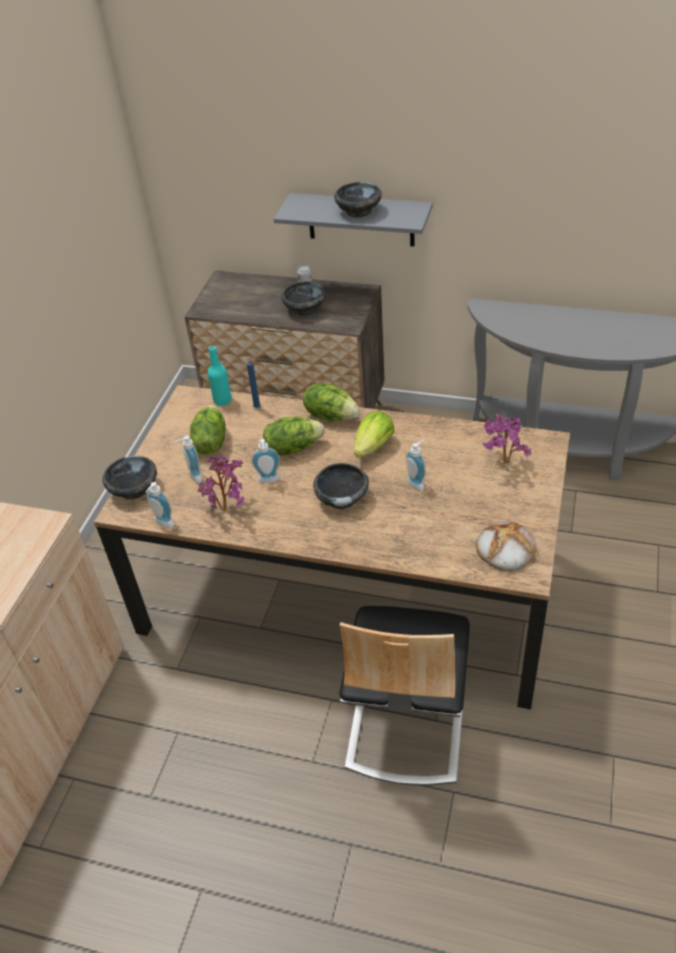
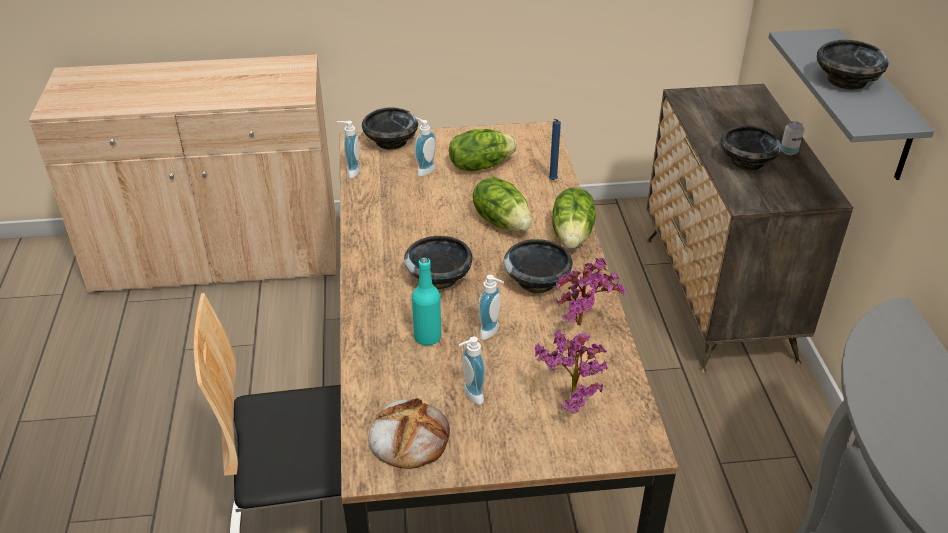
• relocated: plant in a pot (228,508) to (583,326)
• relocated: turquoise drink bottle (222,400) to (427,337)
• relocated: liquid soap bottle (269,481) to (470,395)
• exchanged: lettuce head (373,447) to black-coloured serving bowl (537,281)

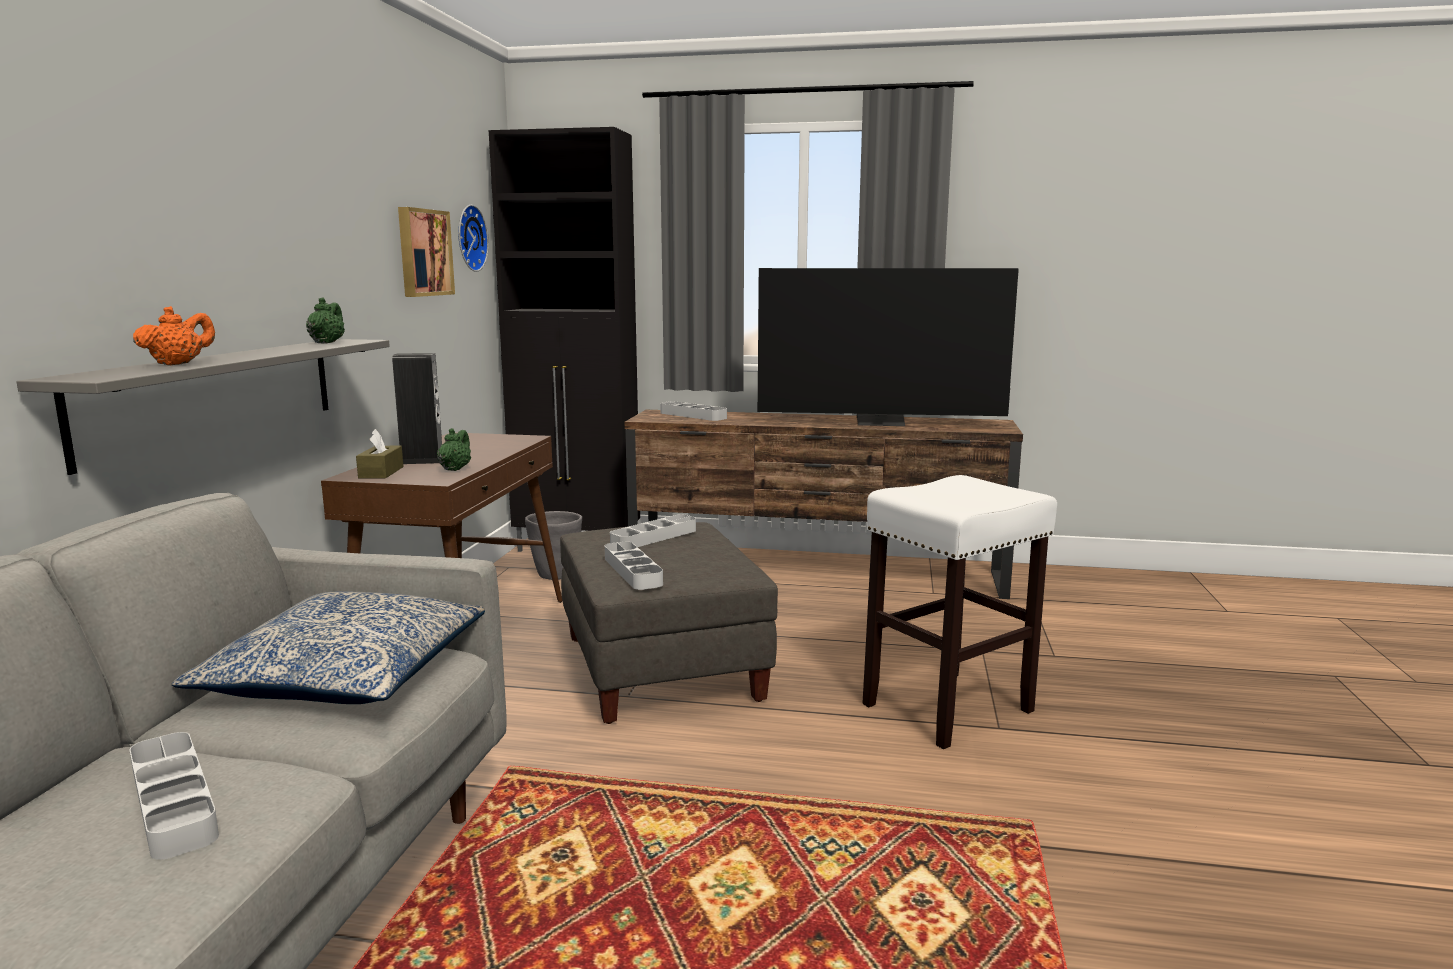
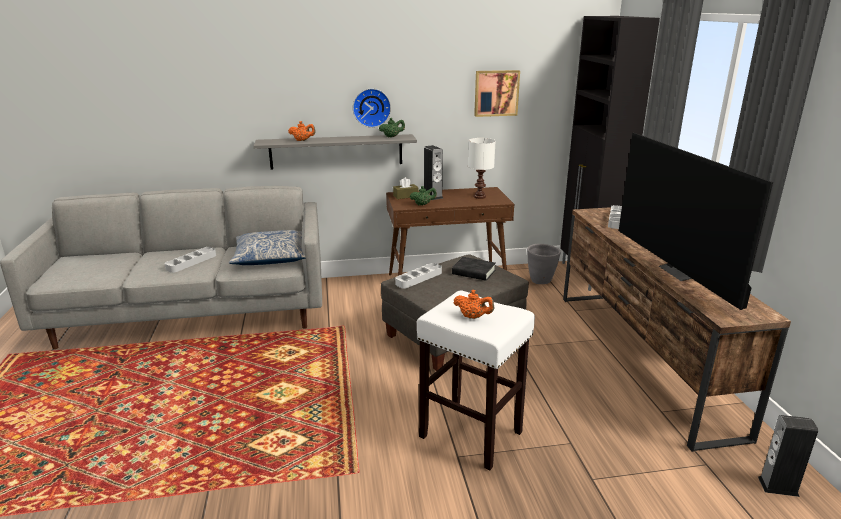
• appeared: orange tea pot (473,317)
• appeared: white table lamp (480,197)
• appeared: audio speaker (778,486)
• relocated: wall clock (468,238) to (371,107)
• exchanged: greyish carrying tray (654,537) to black-coloured bound book (473,272)

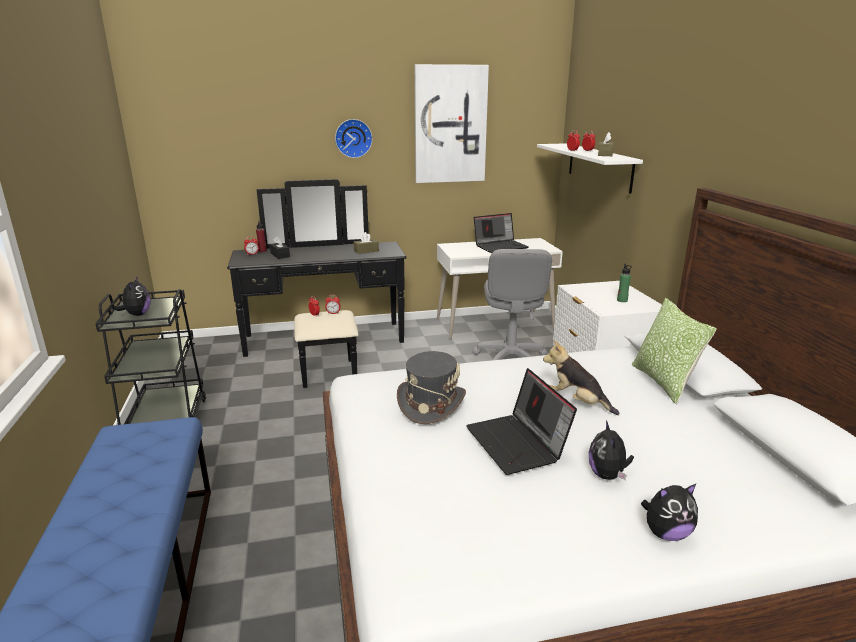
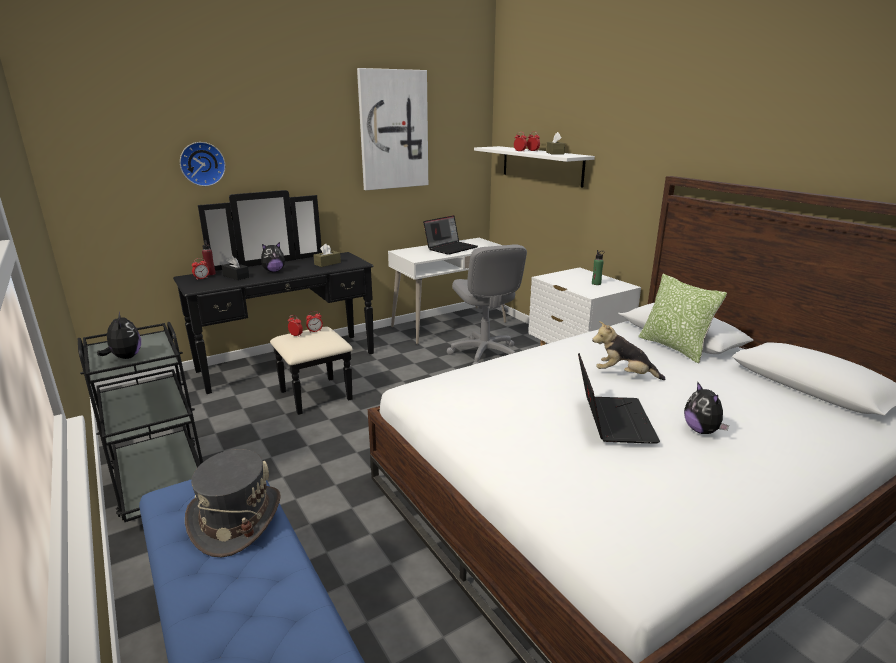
• relocated: wall clock (353,138) to (202,164)
• relocated: greyish clothing hat (431,404) to (236,519)
• relocated: cuddly toy (666,533) to (274,271)
• spun: laptop (518,444) = (612,419) 135 degrees counterclockwise

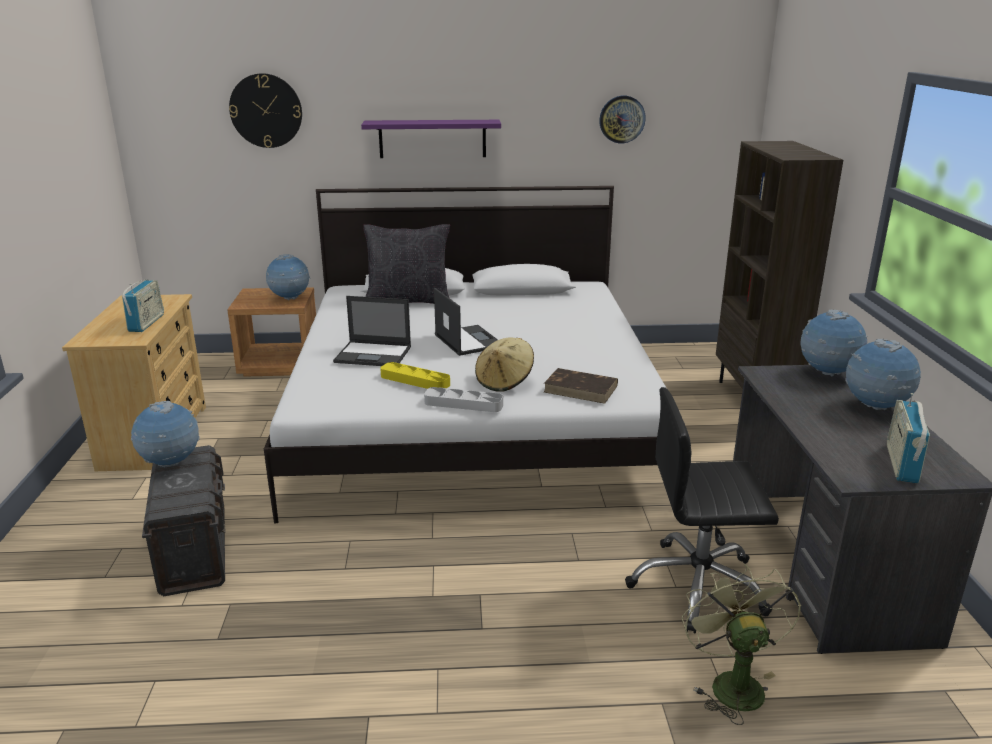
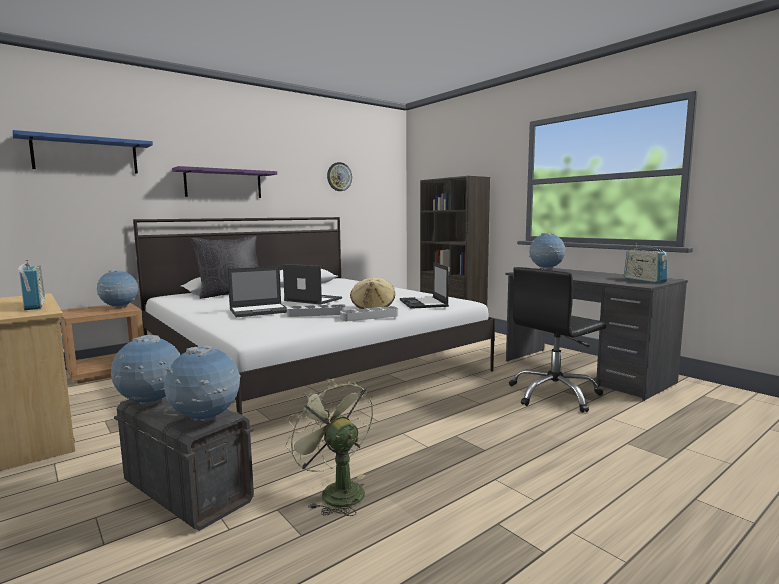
• relocated: greenish fan (731,683) to (335,491)
• relocated: globe (875,408) to (206,420)
• exchanged: wall clock (266,111) to bluish bracket shelf (86,155)
• exchanged: brownish bound book (581,389) to laptop (423,303)
• colour: yellow carrying tray (415,380) to greyish carrying tray (316,314)

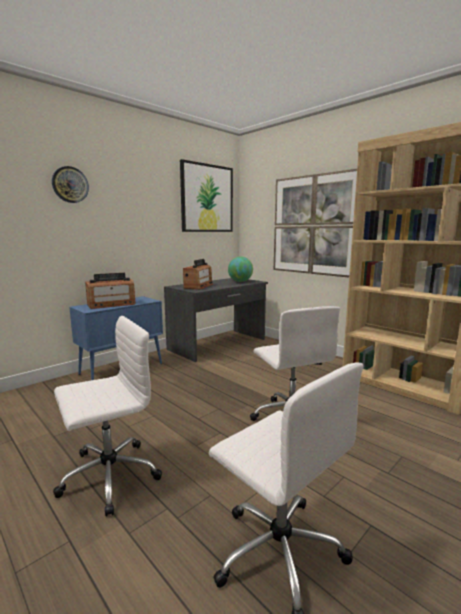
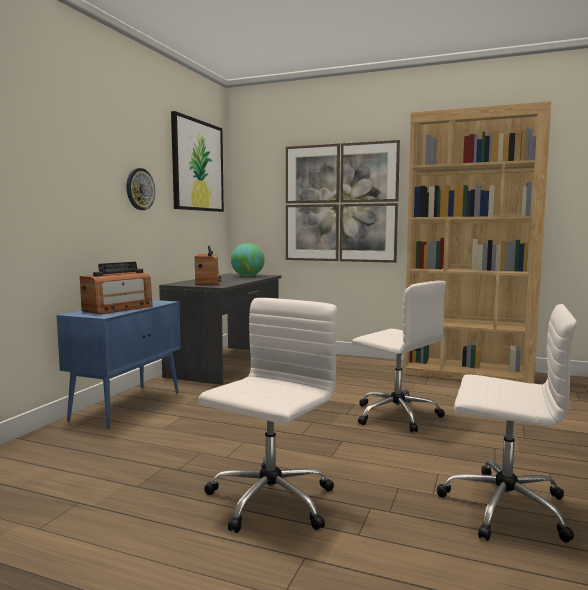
• relocated: wall clock (70,184) to (140,189)

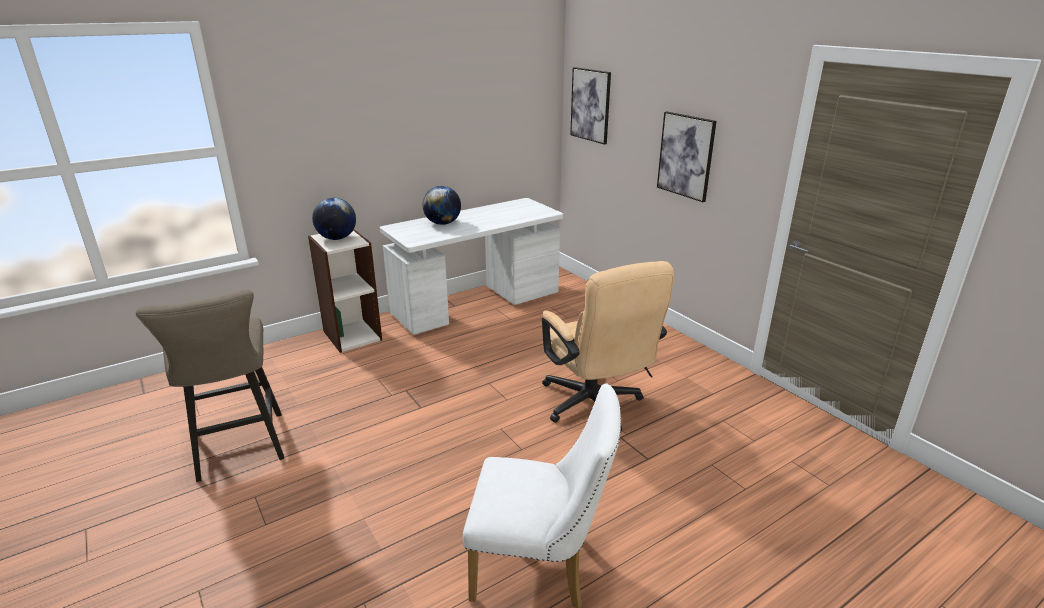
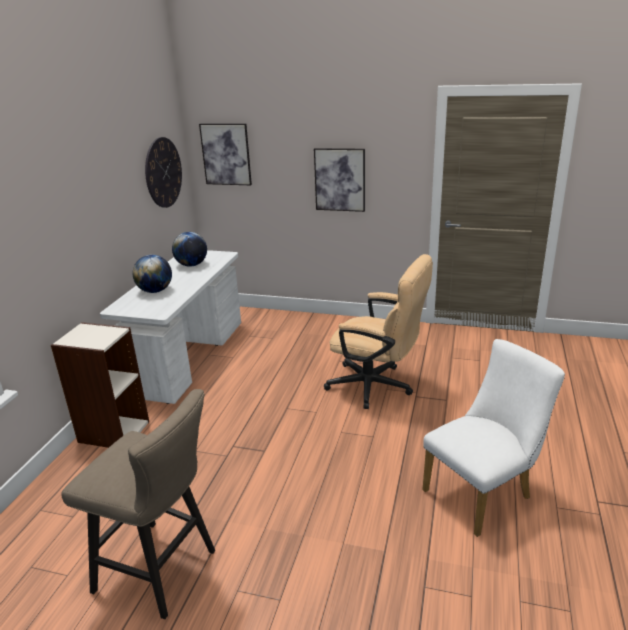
• appeared: wall clock (163,172)
• relocated: globe (337,238) to (191,265)

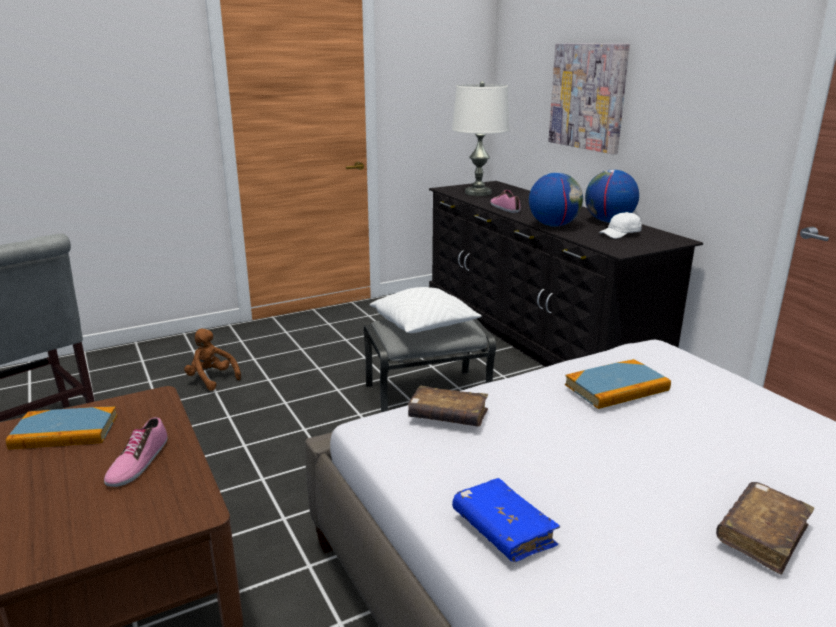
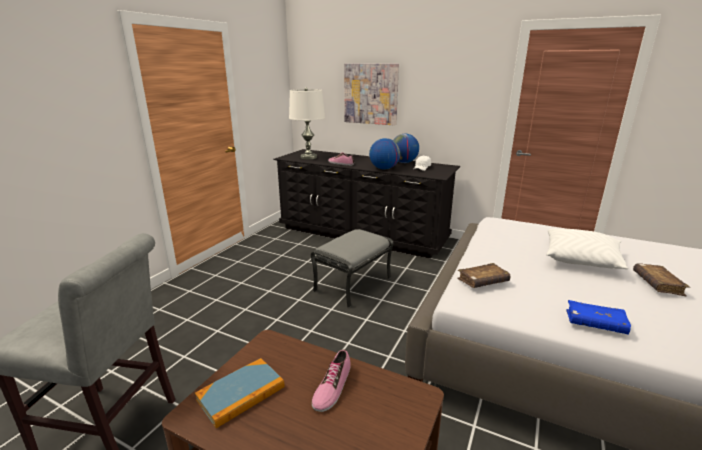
• missing: brownish cuddly toy (211,379)
• missing: bound book (616,388)
• relocated: white cushion (424,325) to (581,259)
• spun: low shoe (138,462) = (332,387) 45 degrees clockwise

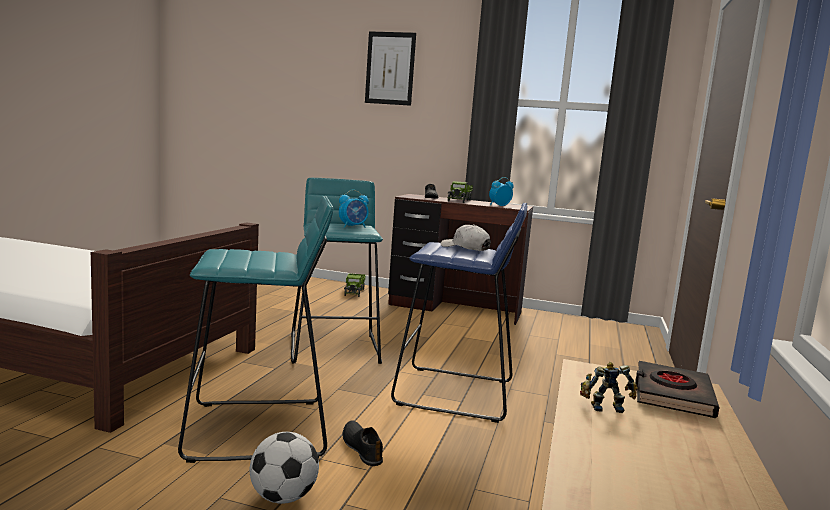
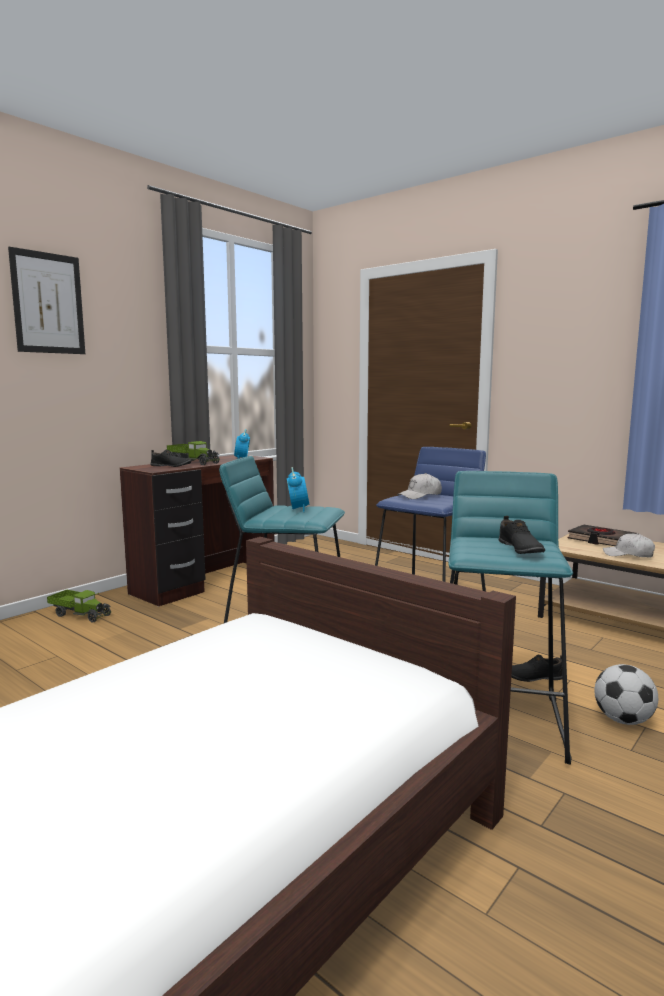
• appeared: black-coloured low shoe (519,549)
• exchanged: model robot (605,406) to white cap (628,555)

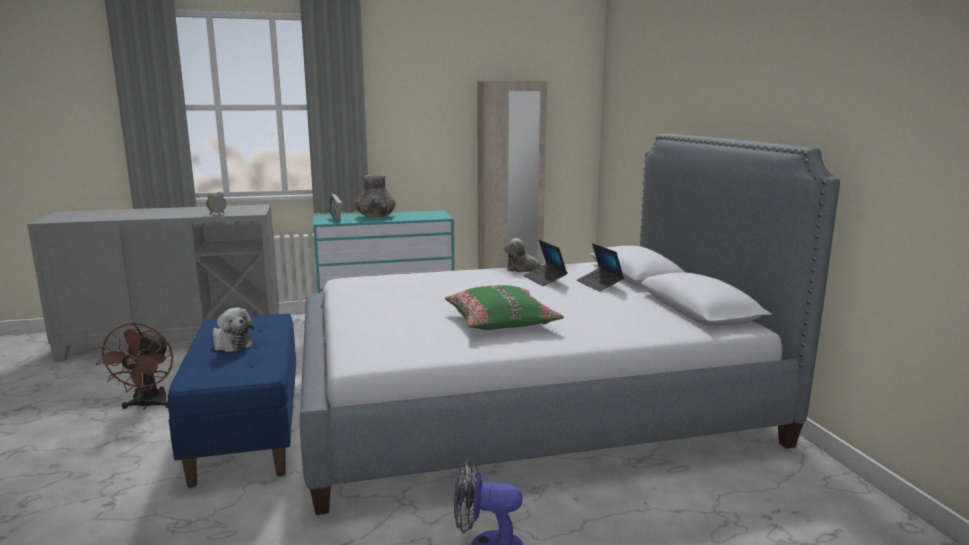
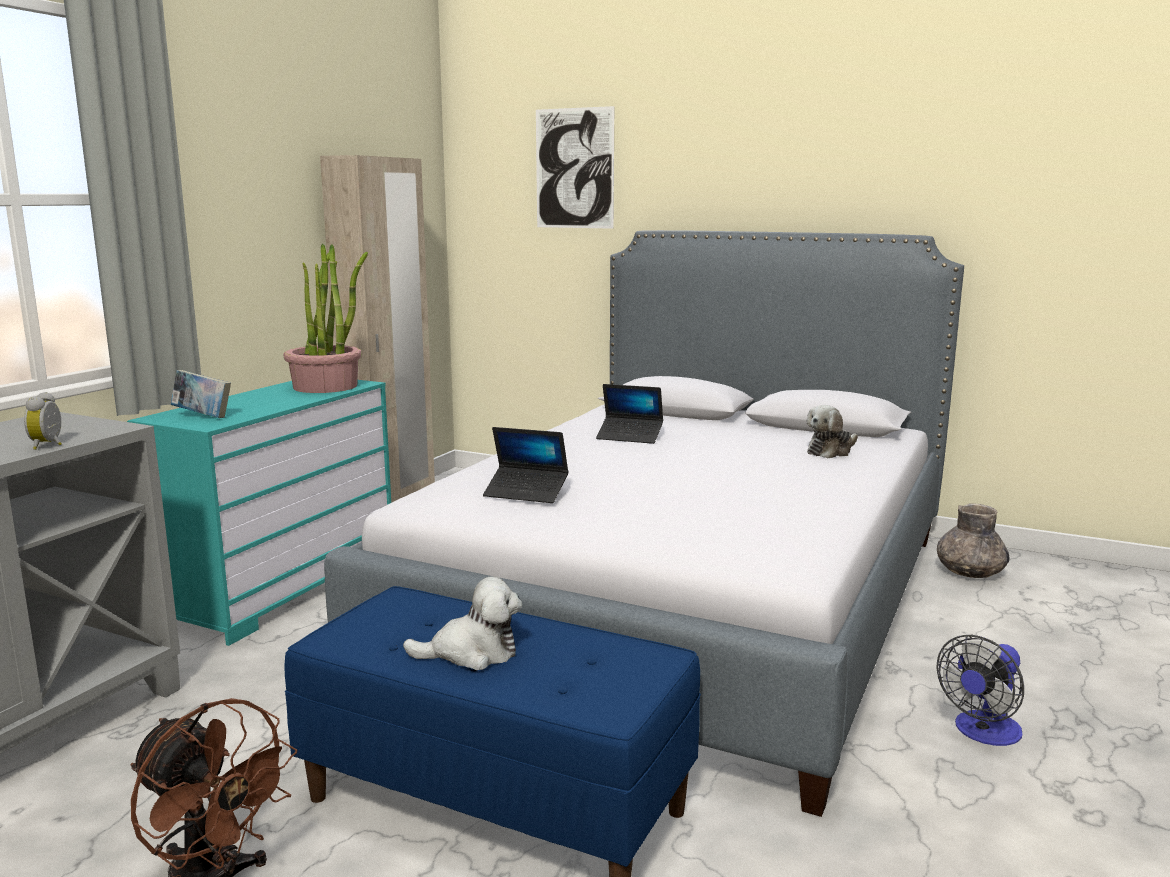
• missing: greenish cushion (501,321)
• appeared: plant in a pot (326,386)
• appeared: wall picture (574,168)
• relocated: greyish flower vase (375,216) to (969,573)
• relocated: cuddly toy (524,269) to (831,451)
• relocated: laptop (599,284) to (526,492)

